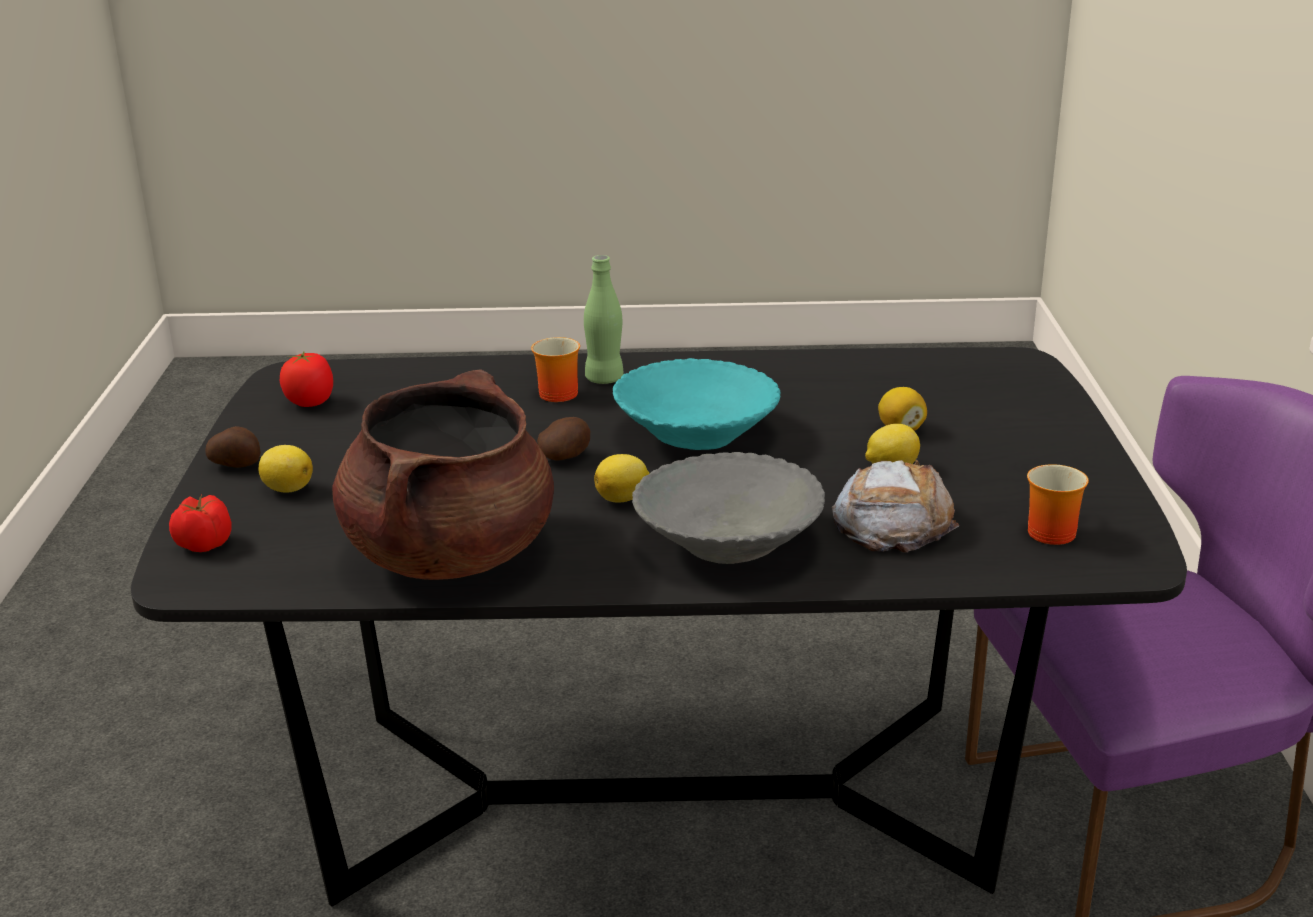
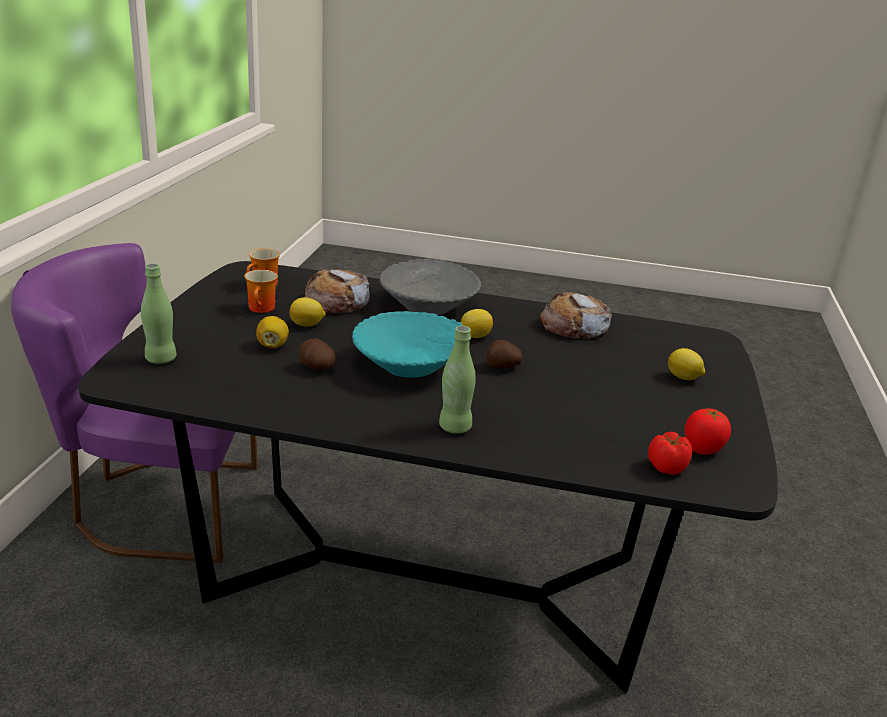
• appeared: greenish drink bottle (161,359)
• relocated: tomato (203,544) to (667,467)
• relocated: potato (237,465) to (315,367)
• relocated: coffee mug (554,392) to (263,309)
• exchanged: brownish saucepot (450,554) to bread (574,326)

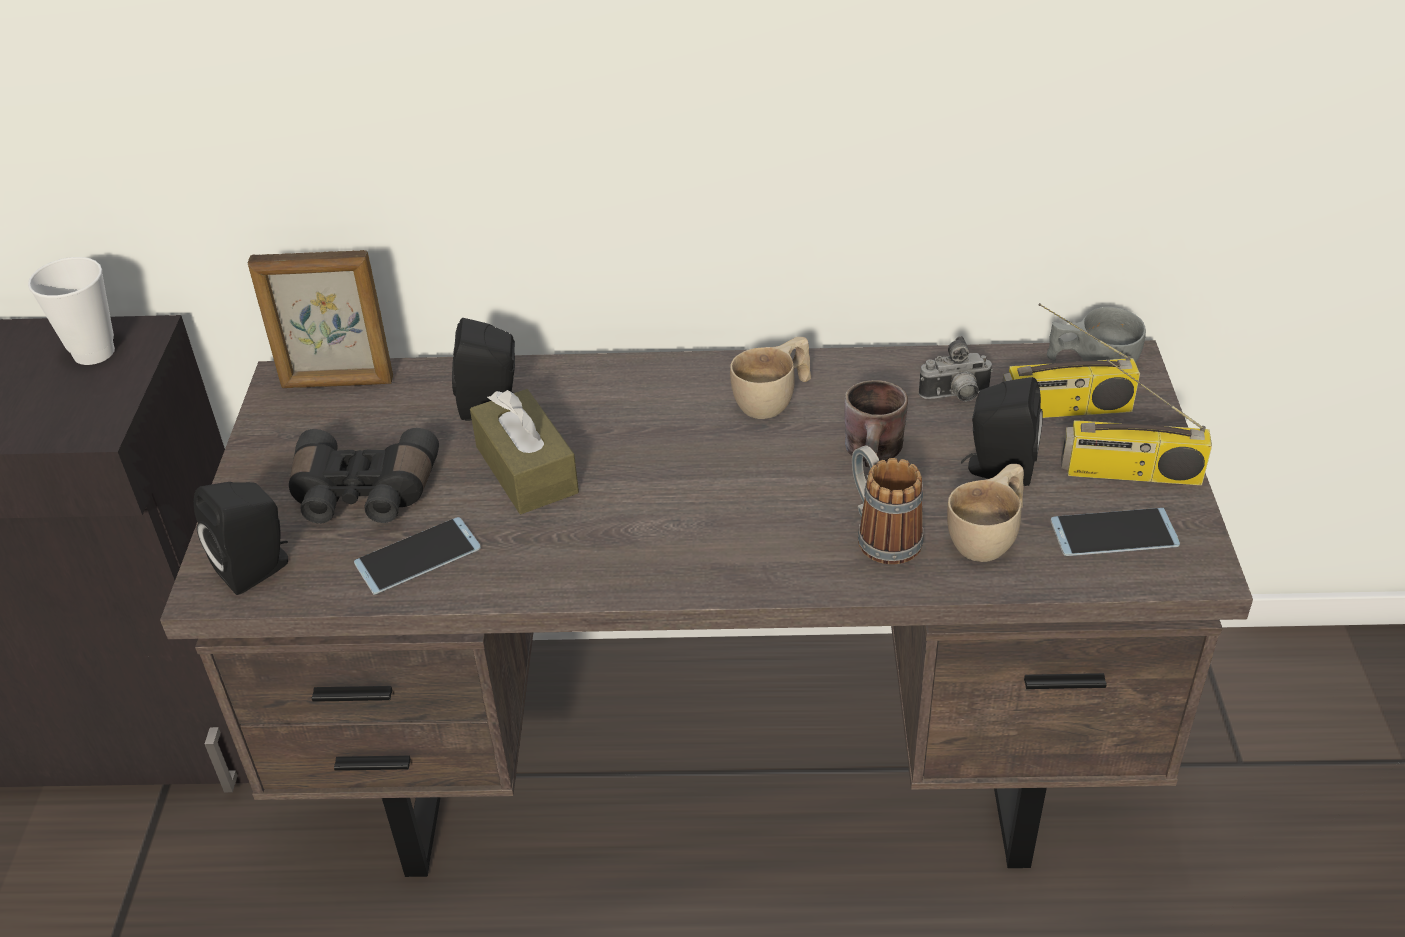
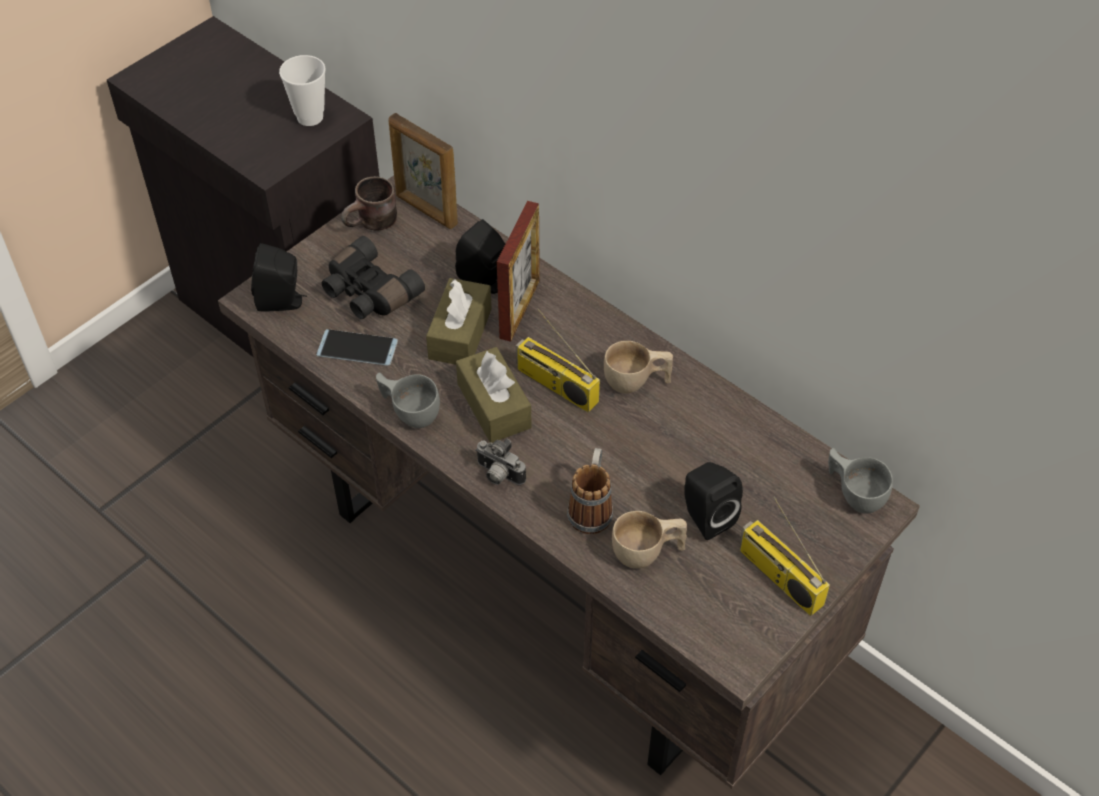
• missing: handset (1114,533)
• appeared: greyish drinking cup (409,411)
• appeared: brownish tissue holder (494,406)
• appeared: standing frame (519,309)
• relocated: brownish coffee mug (878,456) to (373,225)
• relocated: still camera (955,397) to (498,475)
• relocated: radio set (1065,410) to (555,385)

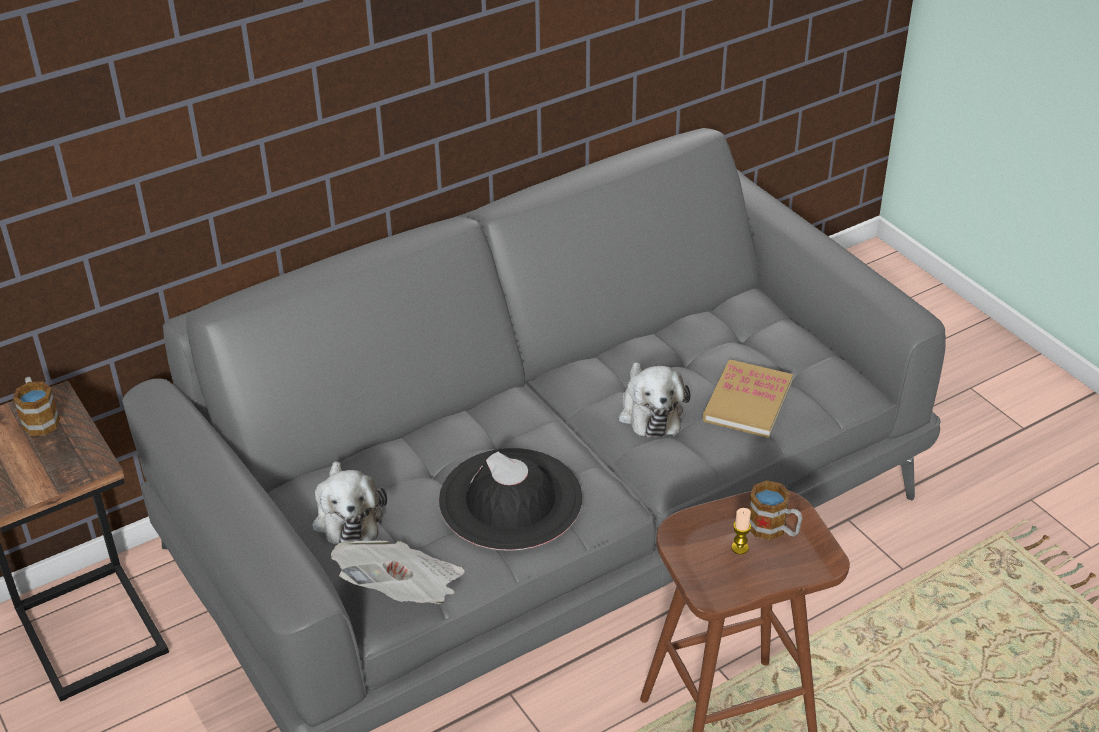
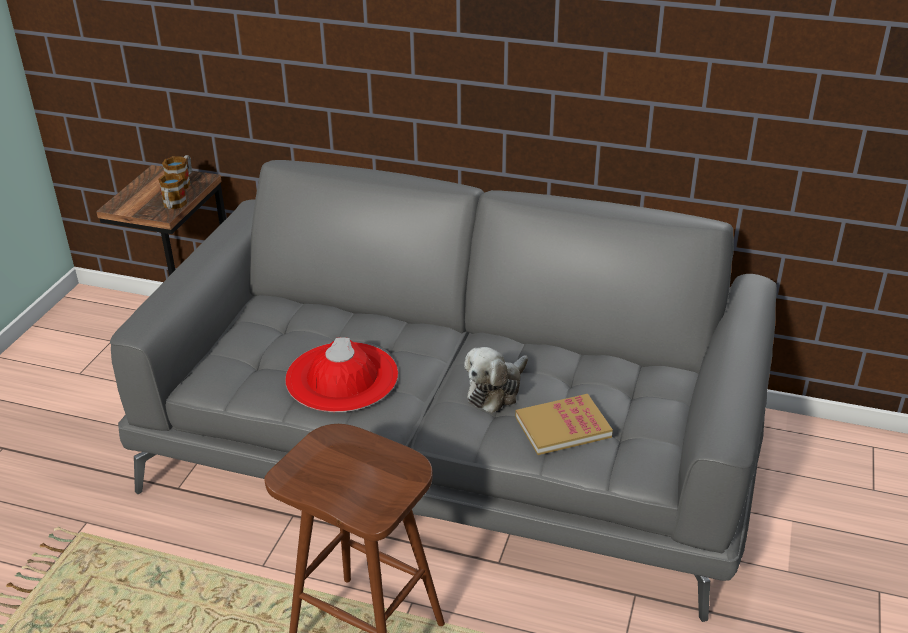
• missing: cuddly toy (347,516)
• missing: printed paper (403,593)
• missing: wax light (739,548)
• relocated: coffee mug (774,529) to (173,206)
• colour: black-coloured clothing hat (510,499) to red-coloured clothing hat (341,377)

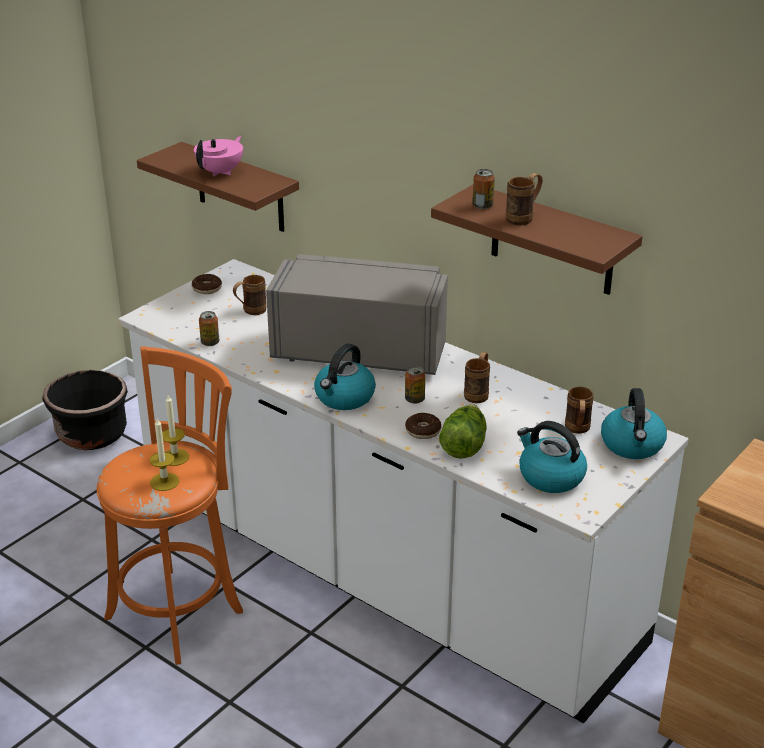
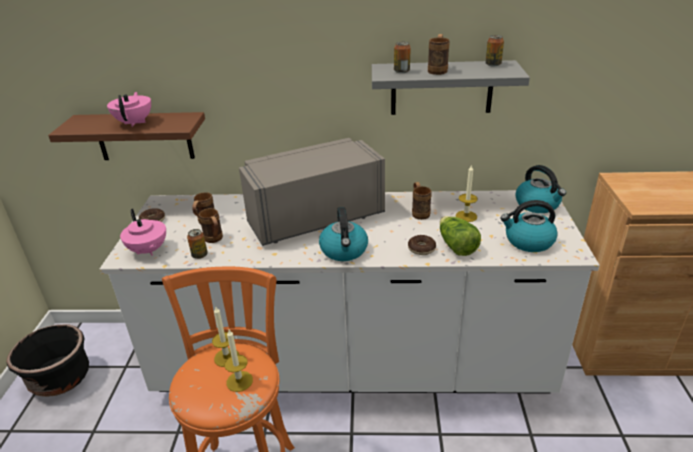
• appeared: pink-coloured tea pot (148,251)
• appeared: wax light (466,216)
• relocated: metal can (414,399) to (493,64)
• relocated: brownish coffee mug (577,430) to (215,240)
• colour: brownish bracket shelf (552,241) to greyish bracket shelf (441,88)

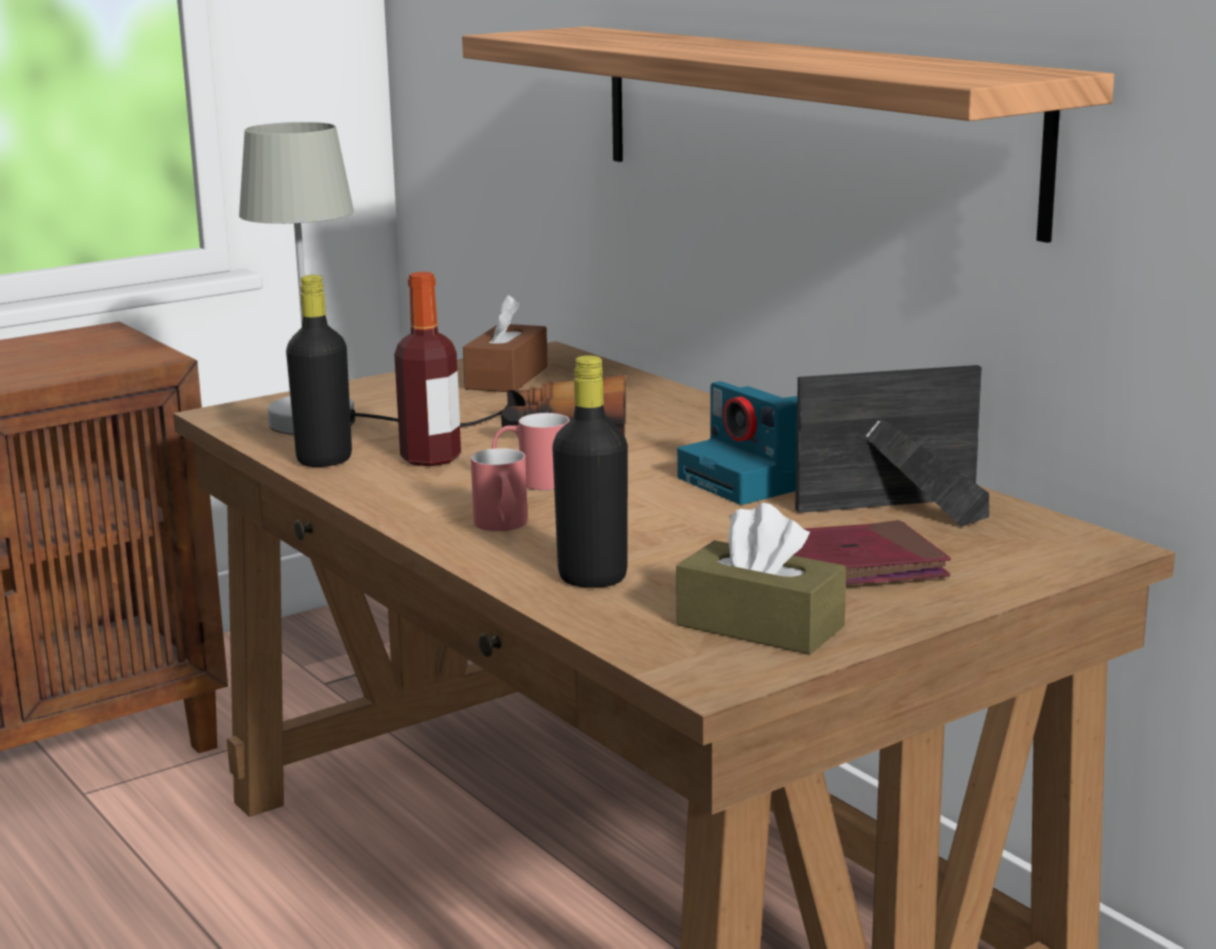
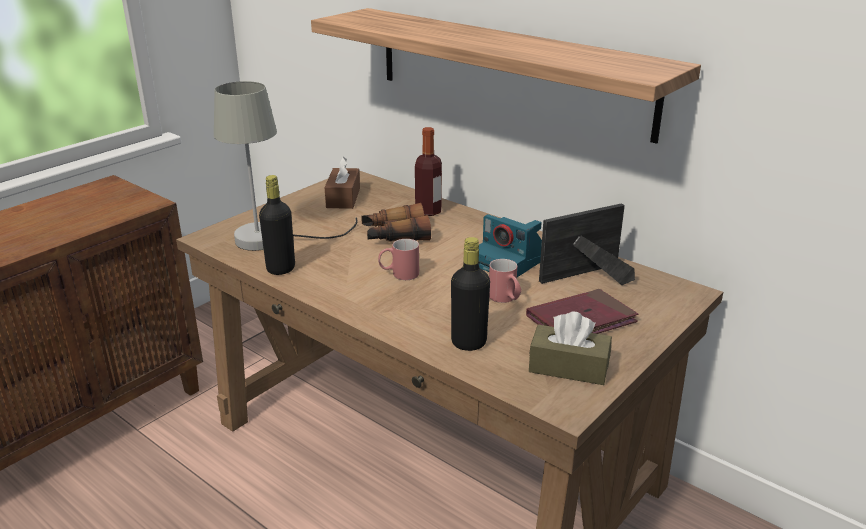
• relocated: drink bottle (431,458) to (428,211)
• relocated: red-coloured coffee mug (503,527) to (505,299)

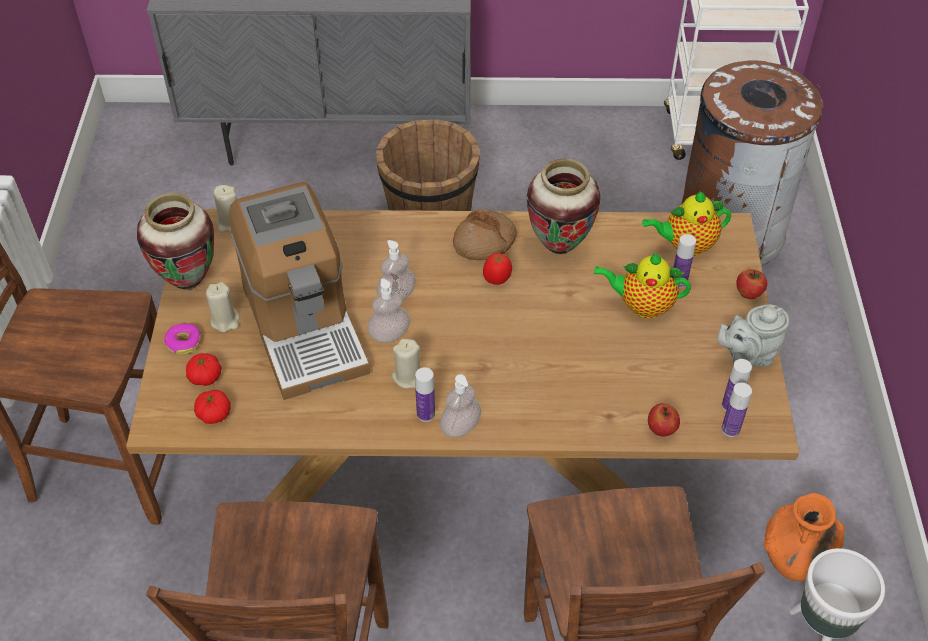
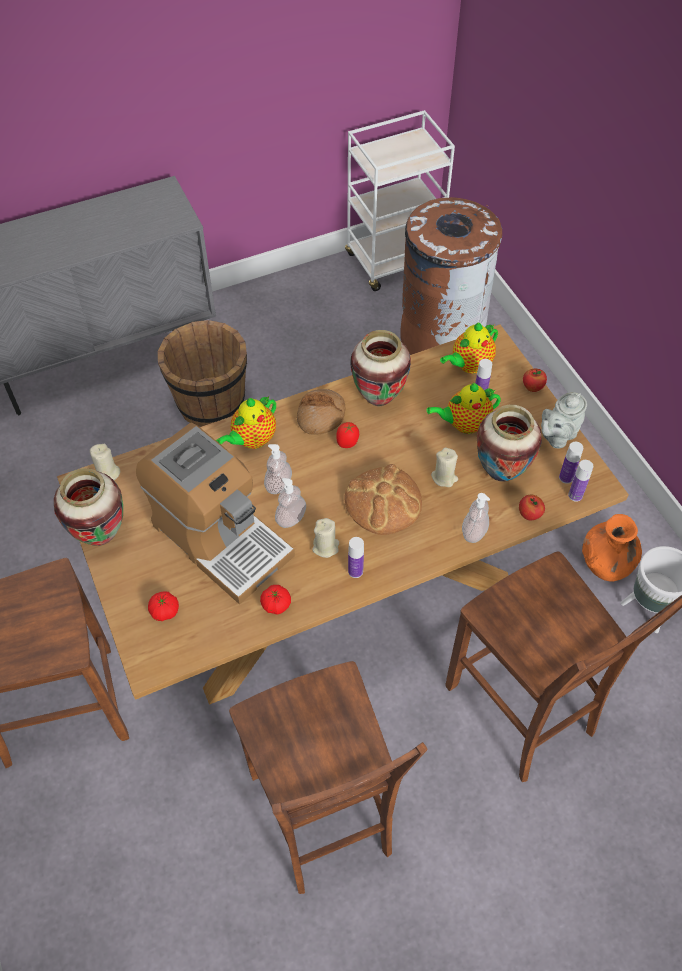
• missing: ring doughnut (184,342)
• appeared: tea pot (252,440)
• appeared: bread (383,502)
• appeared: flower vase (500,473)
• relocated: tomato (214,414) to (276,604)
• relocated: beige-coloured wax light (225,320) to (444,477)
• relocated: liquid soap bottle (460,427) to (474,532)

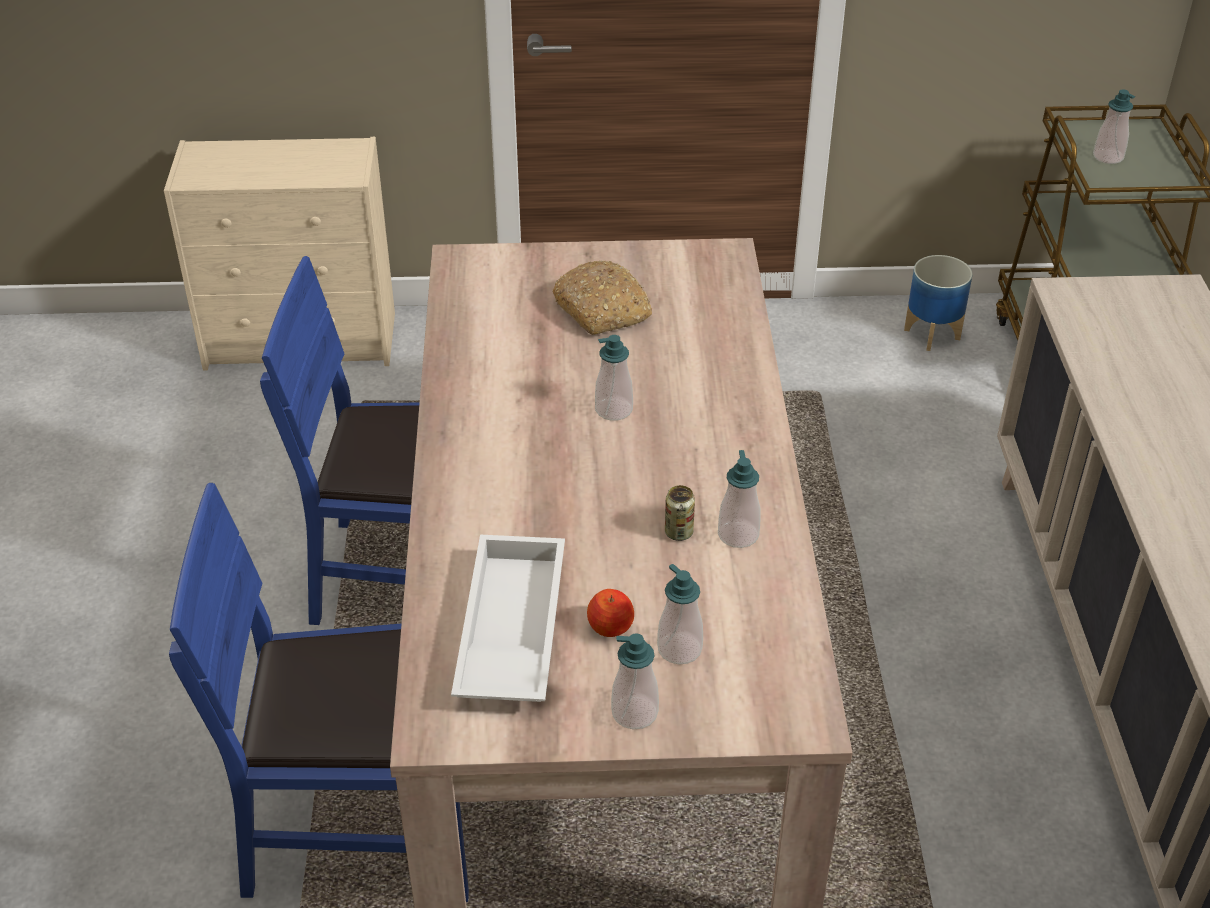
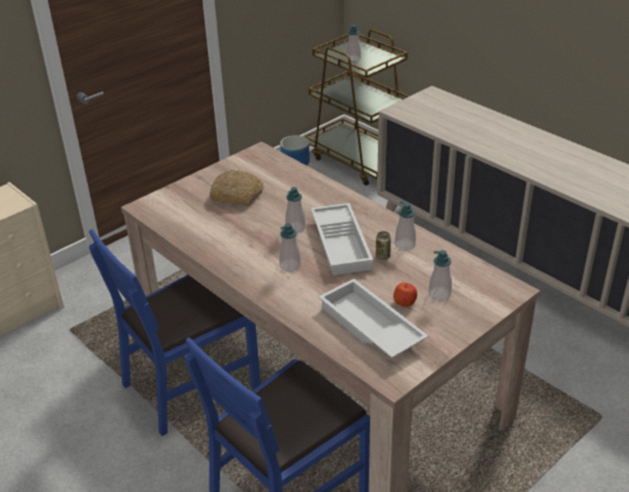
• appeared: white carrying tray (342,244)
• relocated: liquid soap bottle (634,713) to (290,266)

